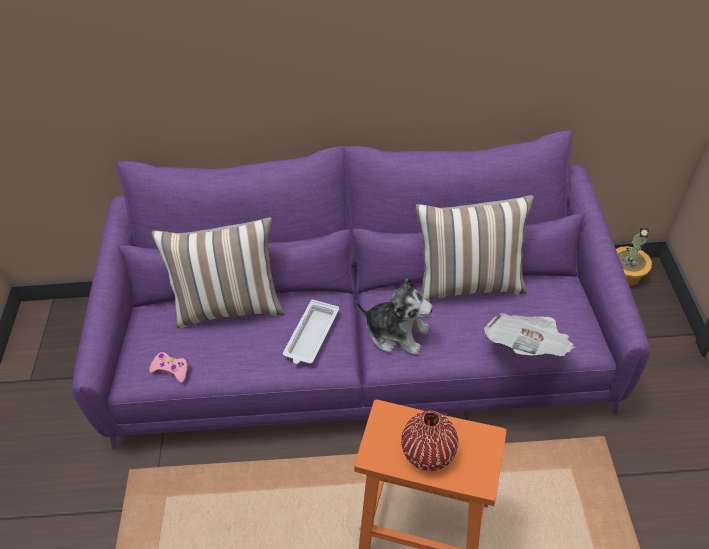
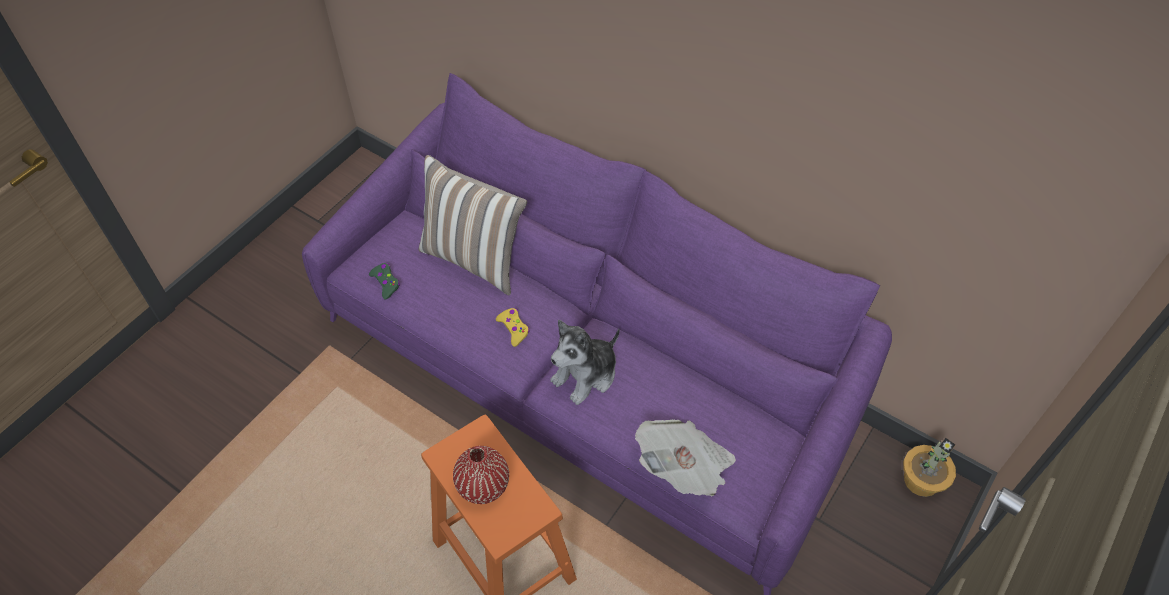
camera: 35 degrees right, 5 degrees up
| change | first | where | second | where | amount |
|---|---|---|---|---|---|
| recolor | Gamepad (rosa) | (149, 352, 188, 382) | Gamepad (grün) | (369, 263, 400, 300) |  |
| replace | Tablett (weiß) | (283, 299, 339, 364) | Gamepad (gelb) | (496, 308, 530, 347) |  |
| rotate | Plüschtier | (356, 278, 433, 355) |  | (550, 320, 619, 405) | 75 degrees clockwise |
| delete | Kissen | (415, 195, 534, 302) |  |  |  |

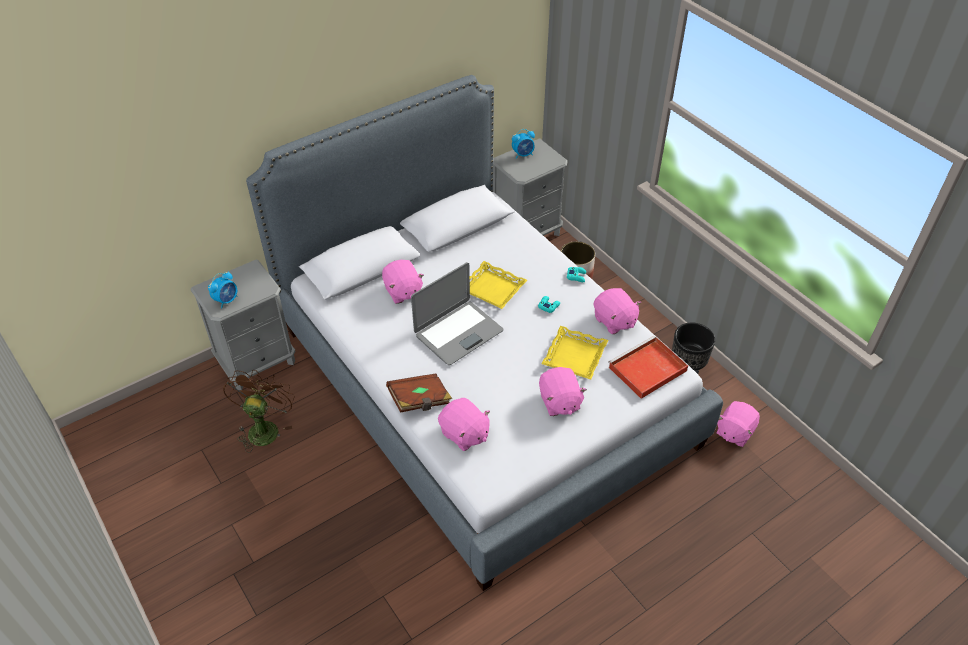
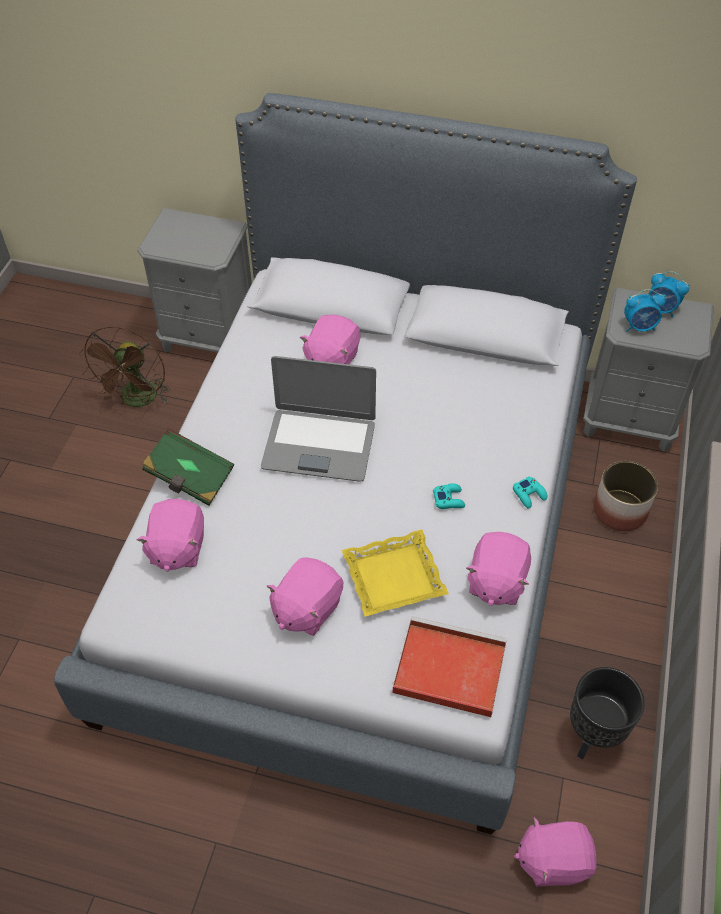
camera: 50 degrees right, 5 degrees up
| change | first | where | second | where | amount |
|---|---|---|---|---|---|
| rotate | Ventilator (braun) | (223, 370, 294, 453) |  | (79, 327, 170, 407) | 135 degrees clockwise |
| recolor | Buch (braun) | (386, 374, 452, 413) | Buch (grün) | (142, 428, 234, 506) |  |
| move | Wecker | (208, 271, 238, 309) |  | (624, 289, 666, 332) |  |
| delete | Tablett (gelb) | (470, 261, 527, 309) |  |  |  |

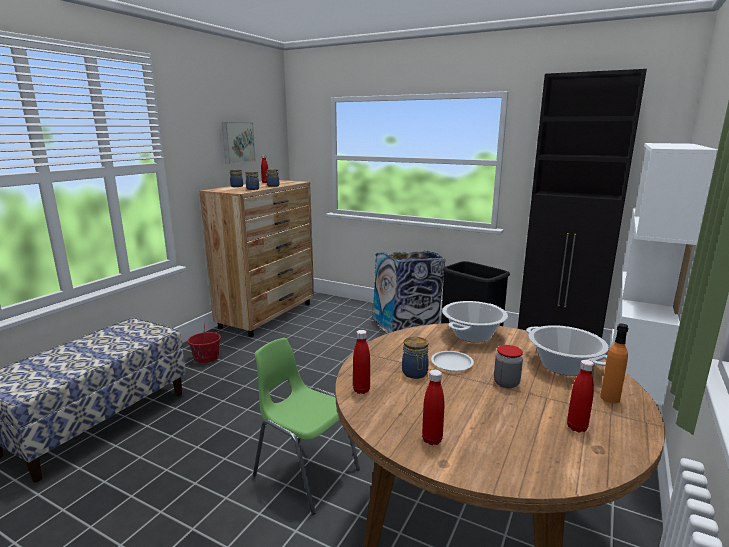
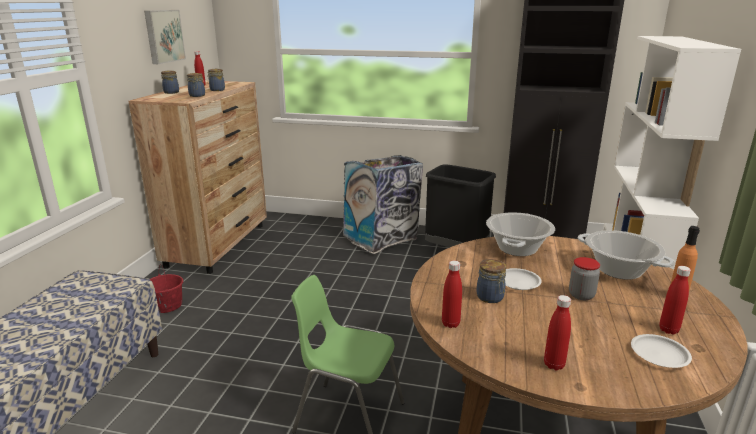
camera: 15 degrees left, 5 degrees up
| change | first | where | second | where | amount |
|---|---|---|---|---|---|
| insert |  |  | Teller (weiß) | (631, 334, 692, 368) |  |

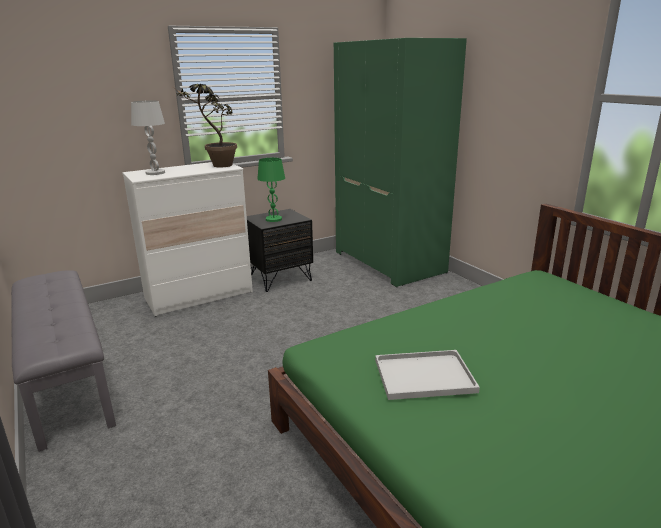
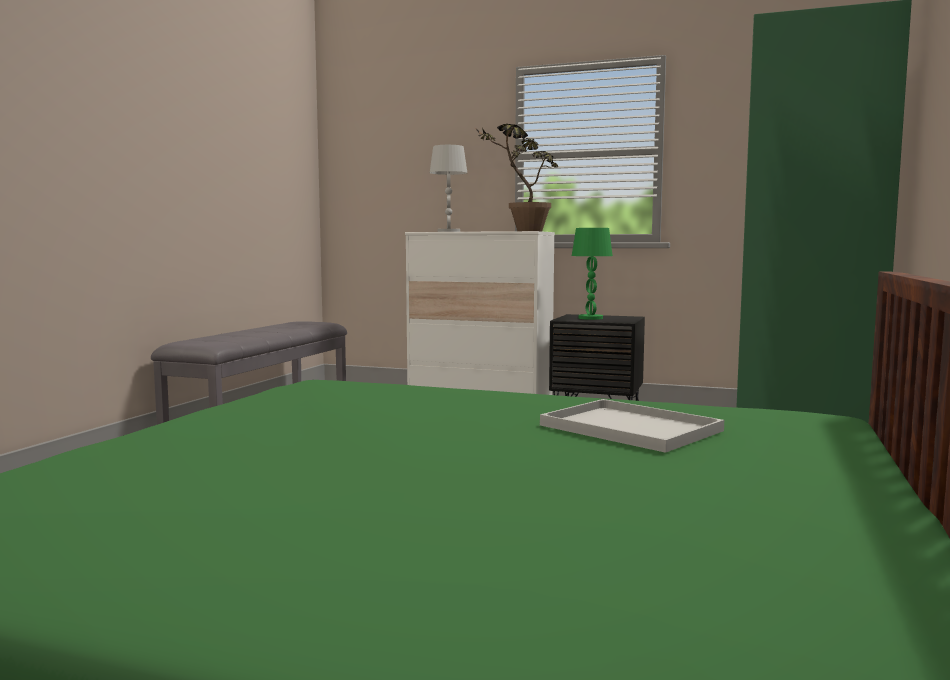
camera: 50 degrees right, 15 degrees down
| change | first | where | second | where | amount |
|---|---|---|---|---|---|
| move | Tablett (weiß) | (375, 350, 480, 400) |  | (540, 399, 724, 453) |  |

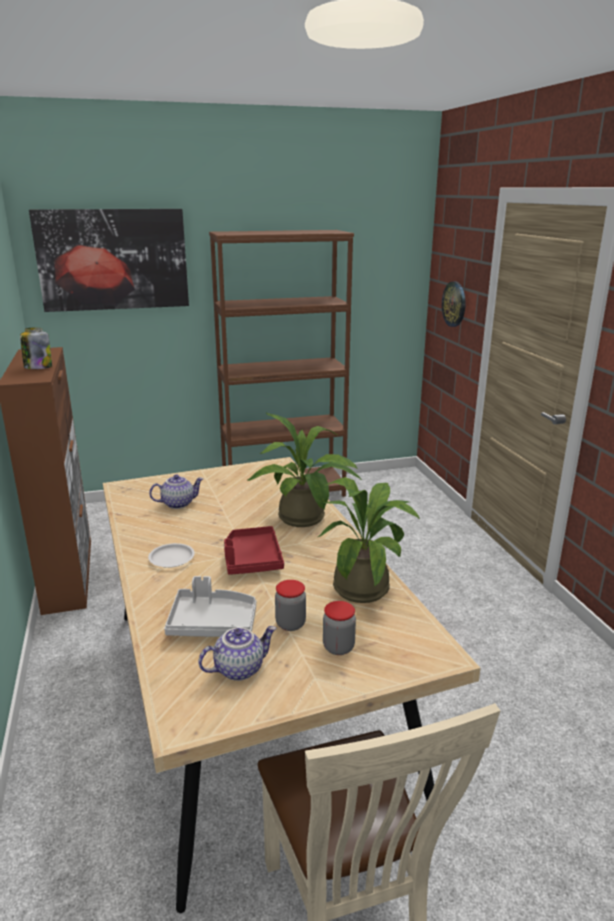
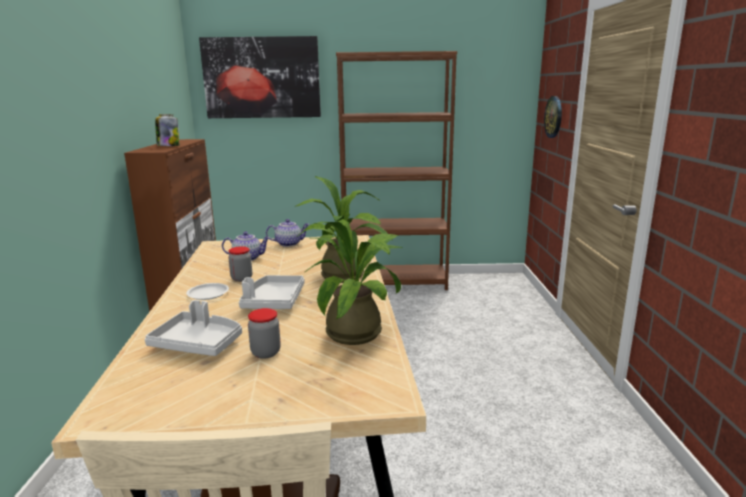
camera: 15 degrees right, 5 degrees down
| change | first | where | second | where | amount |
|---|---|---|---|---|---|
| move | Vorratsglas | (323, 601, 356, 655) |  | (228, 246, 252, 282) |  |
| recolor | Tablett (rot) | (224, 526, 284, 575) | Tablett (grau) | (239, 275, 304, 309) |  |
| move | Teekanne | (198, 626, 276, 681) |  | (266, 219, 310, 247) |  |

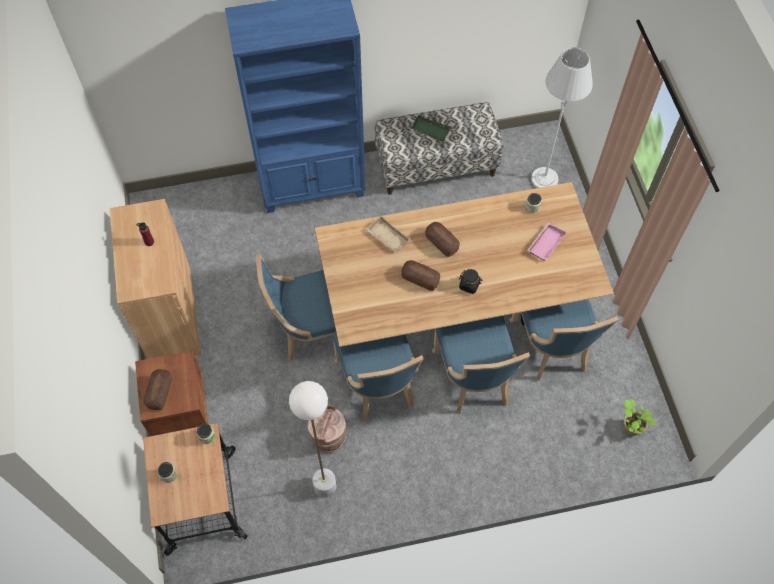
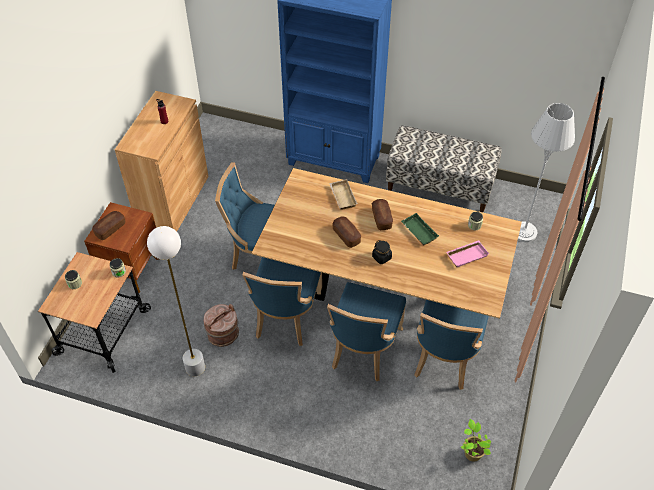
camera: 30 degrees right, 10 degrees down
| change | first | where | second | where | amount |
|---|---|---|---|---|---|
| move | Tablett (grün) | (410, 115, 451, 141) |  | (401, 213, 439, 245) |  |

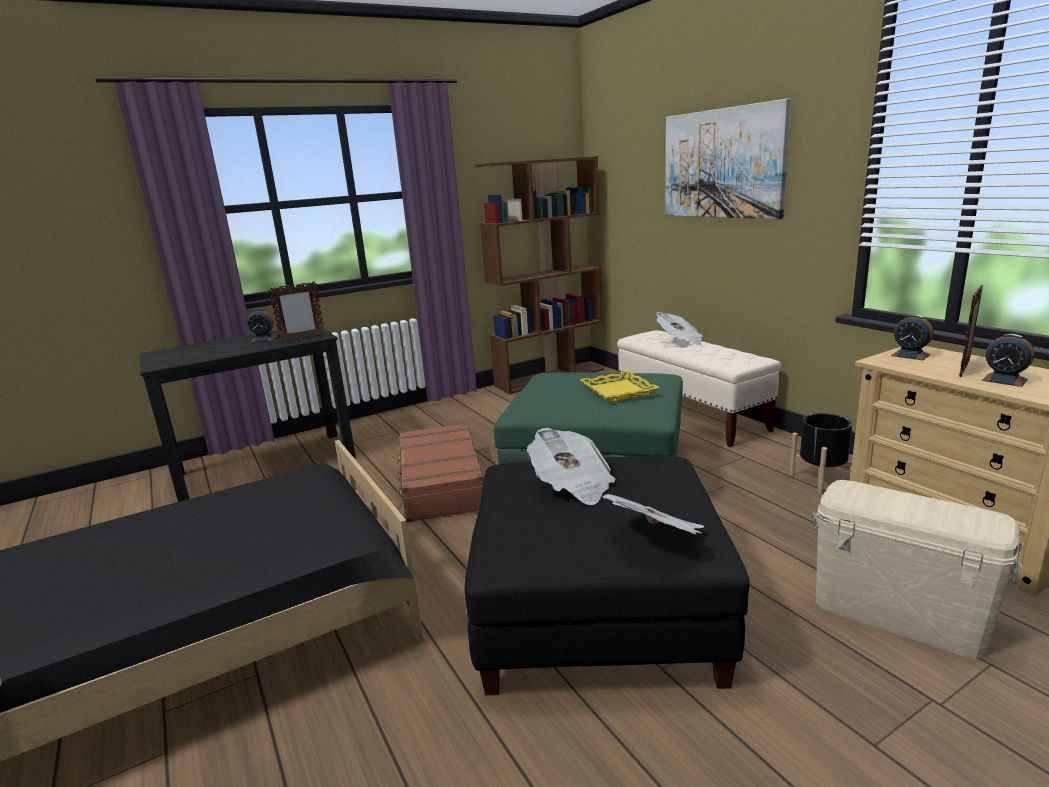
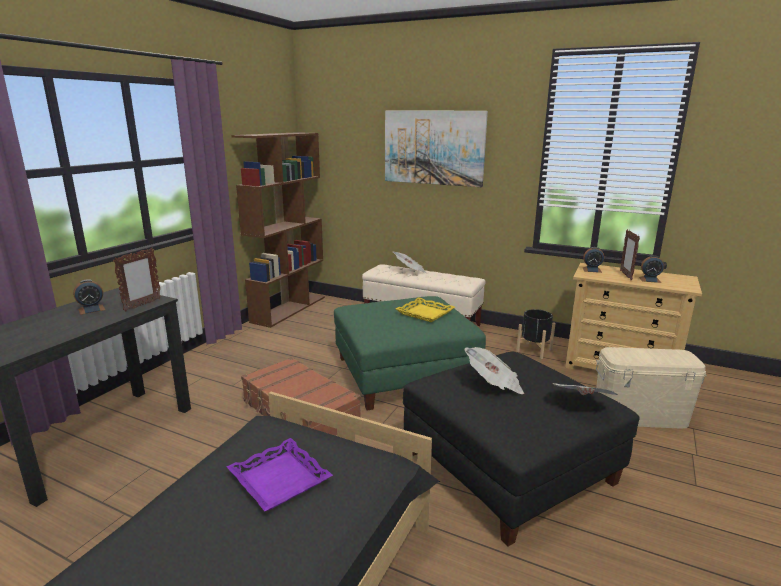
camera: 35 degrees left, 0 degrees up
| change | first | where | second | where | amount |
|---|---|---|---|---|---|
| insert |  |  | Tablett (lila) | (227, 438, 333, 511) |  |

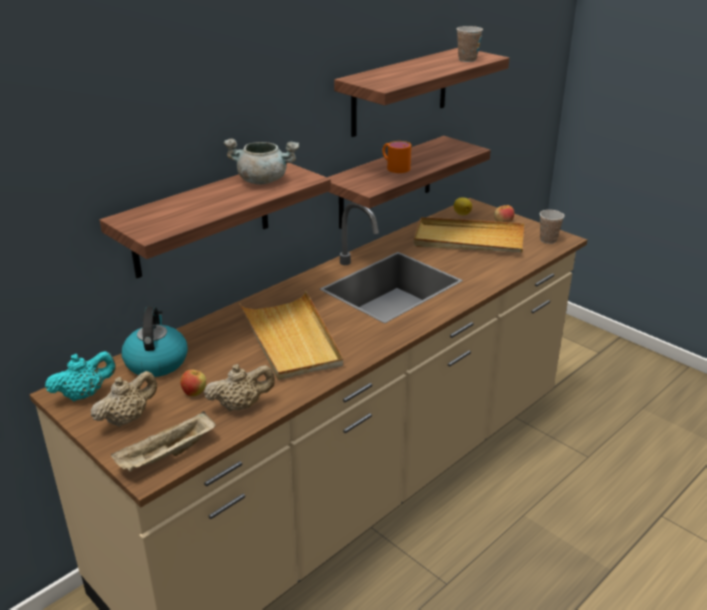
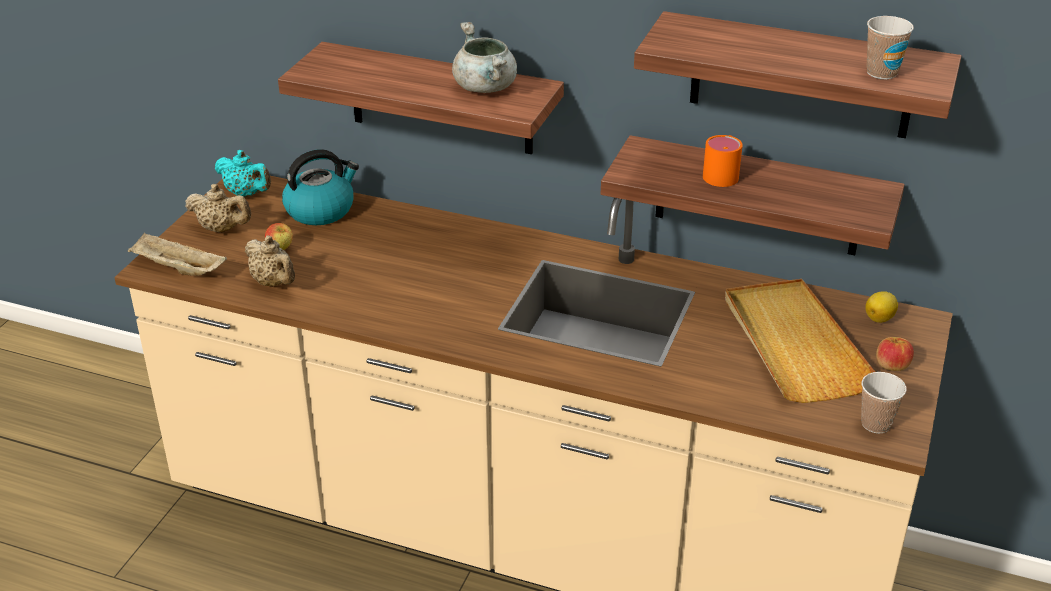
camera: 65 degrees right, 5 degrees up
| change | first | where | second | where | amount |
|---|---|---|---|---|---|
| delete | Tablett (beige) | (239, 291, 343, 380) |  |  |  |

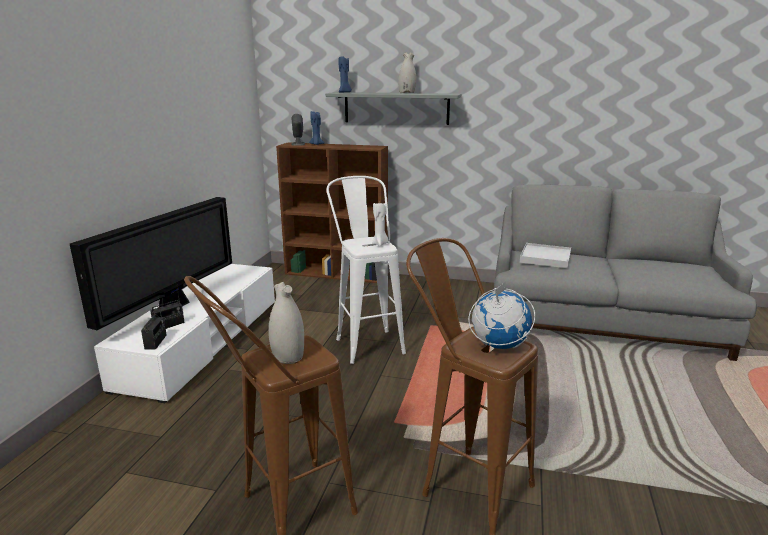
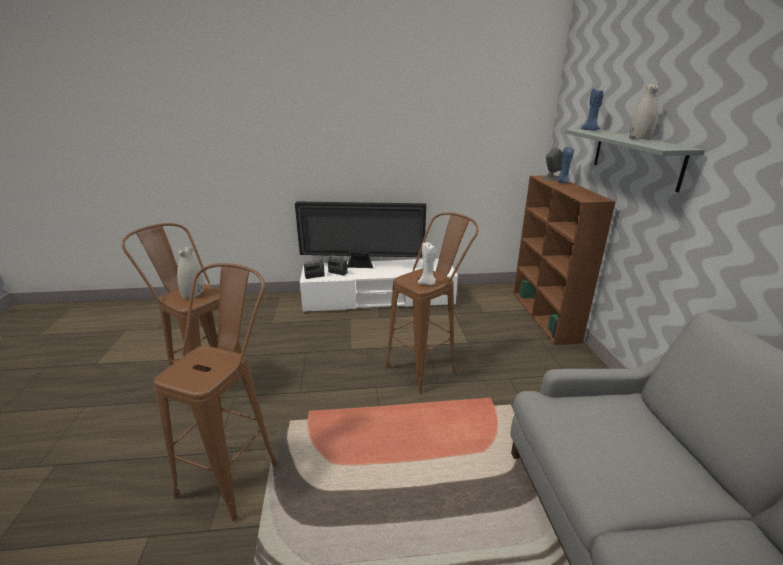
camera: 70 degrees right, 5 degrees up
| change | first | where | second | where | amount |
|---|---|---|---|---|---|
| recolor | Hocker (weiß) | (326, 176, 406, 364) | Hocker (braun) | (385, 212, 479, 393) |  |
| delete | Globus | (468, 282, 535, 349) |  |  |  |
| delete | Tablett (weiß) | (520, 243, 571, 268) |  |  |  |

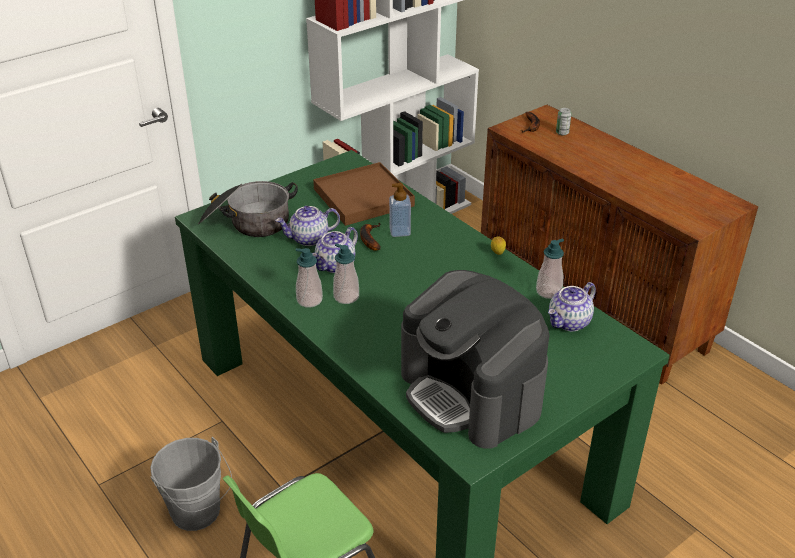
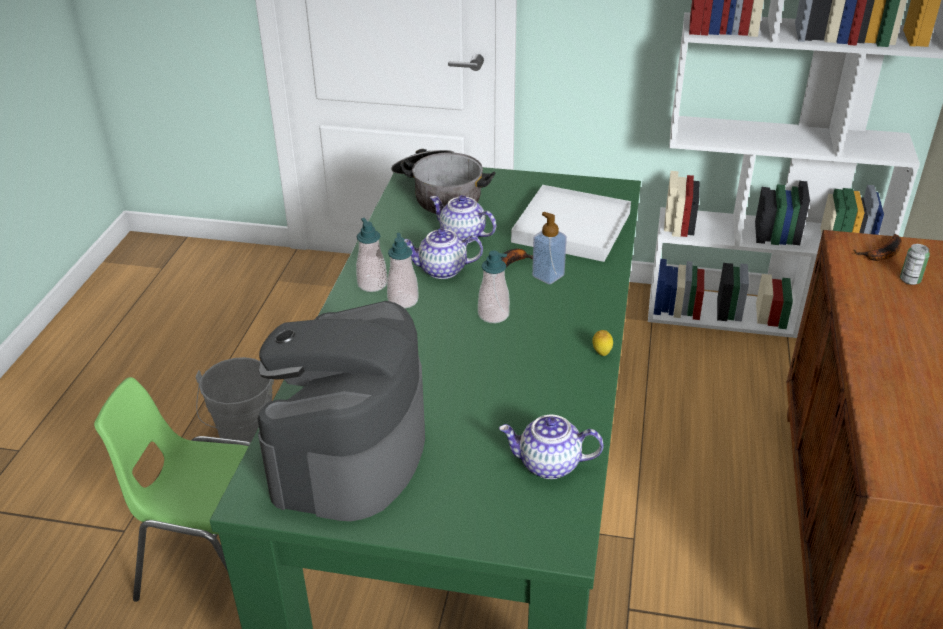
camera: 50 degrees right, 0 degrees up
| change | first | where | second | where | amount |
|---|---|---|---|---|---|
| move | Seifenspender | (536, 239, 564, 299) |  | (478, 250, 510, 323) |  |
| recolor | Tablett (braun) | (313, 162, 415, 226) | Tablett (weiß) | (511, 185, 631, 262) |  |

